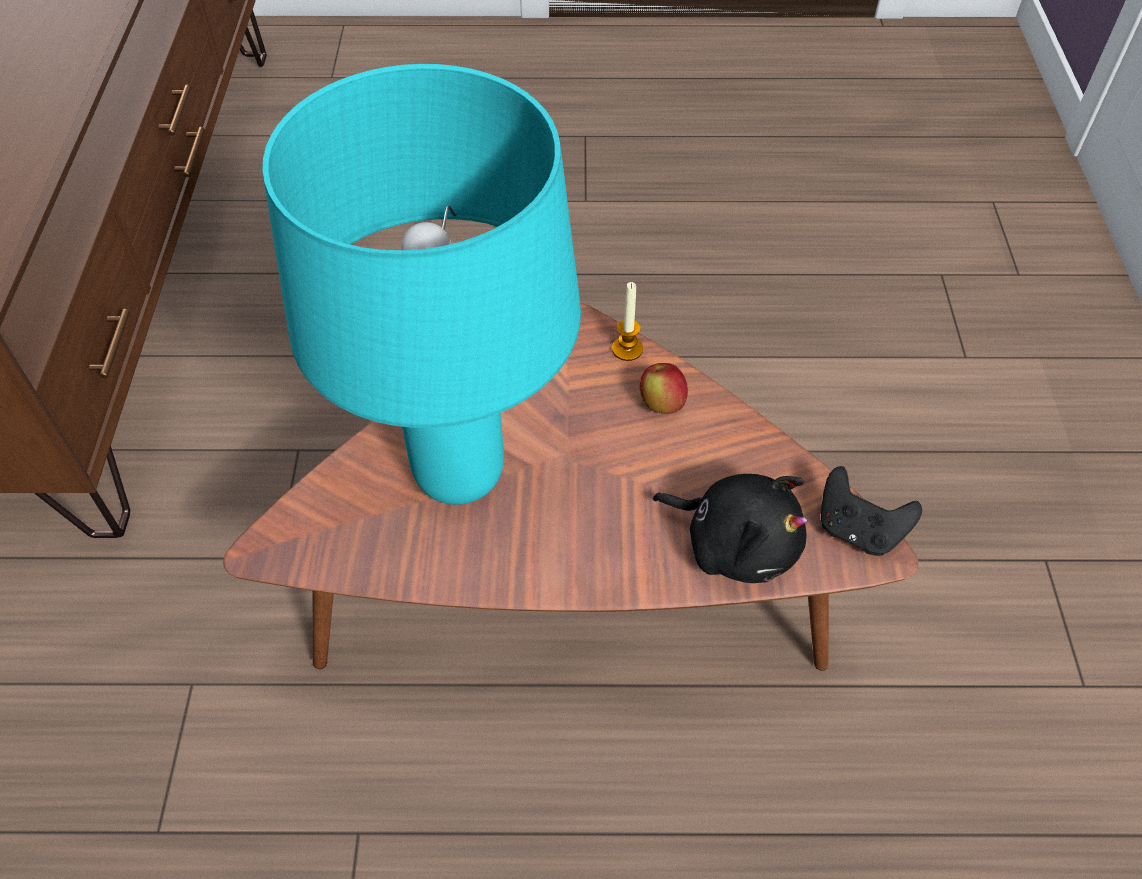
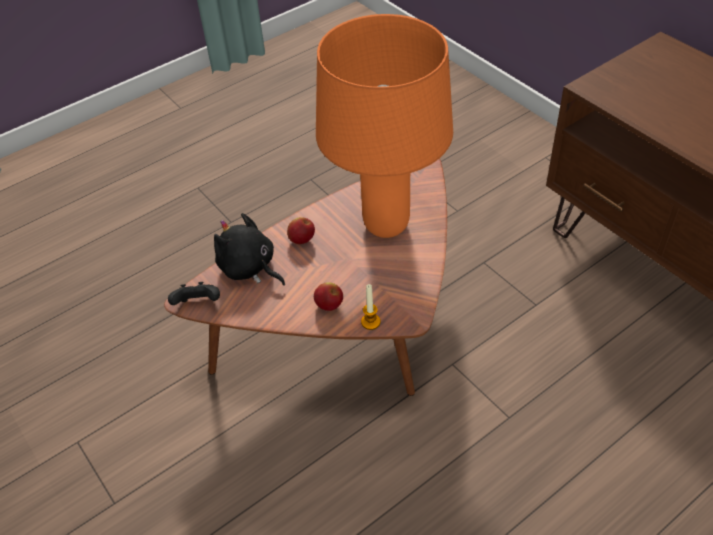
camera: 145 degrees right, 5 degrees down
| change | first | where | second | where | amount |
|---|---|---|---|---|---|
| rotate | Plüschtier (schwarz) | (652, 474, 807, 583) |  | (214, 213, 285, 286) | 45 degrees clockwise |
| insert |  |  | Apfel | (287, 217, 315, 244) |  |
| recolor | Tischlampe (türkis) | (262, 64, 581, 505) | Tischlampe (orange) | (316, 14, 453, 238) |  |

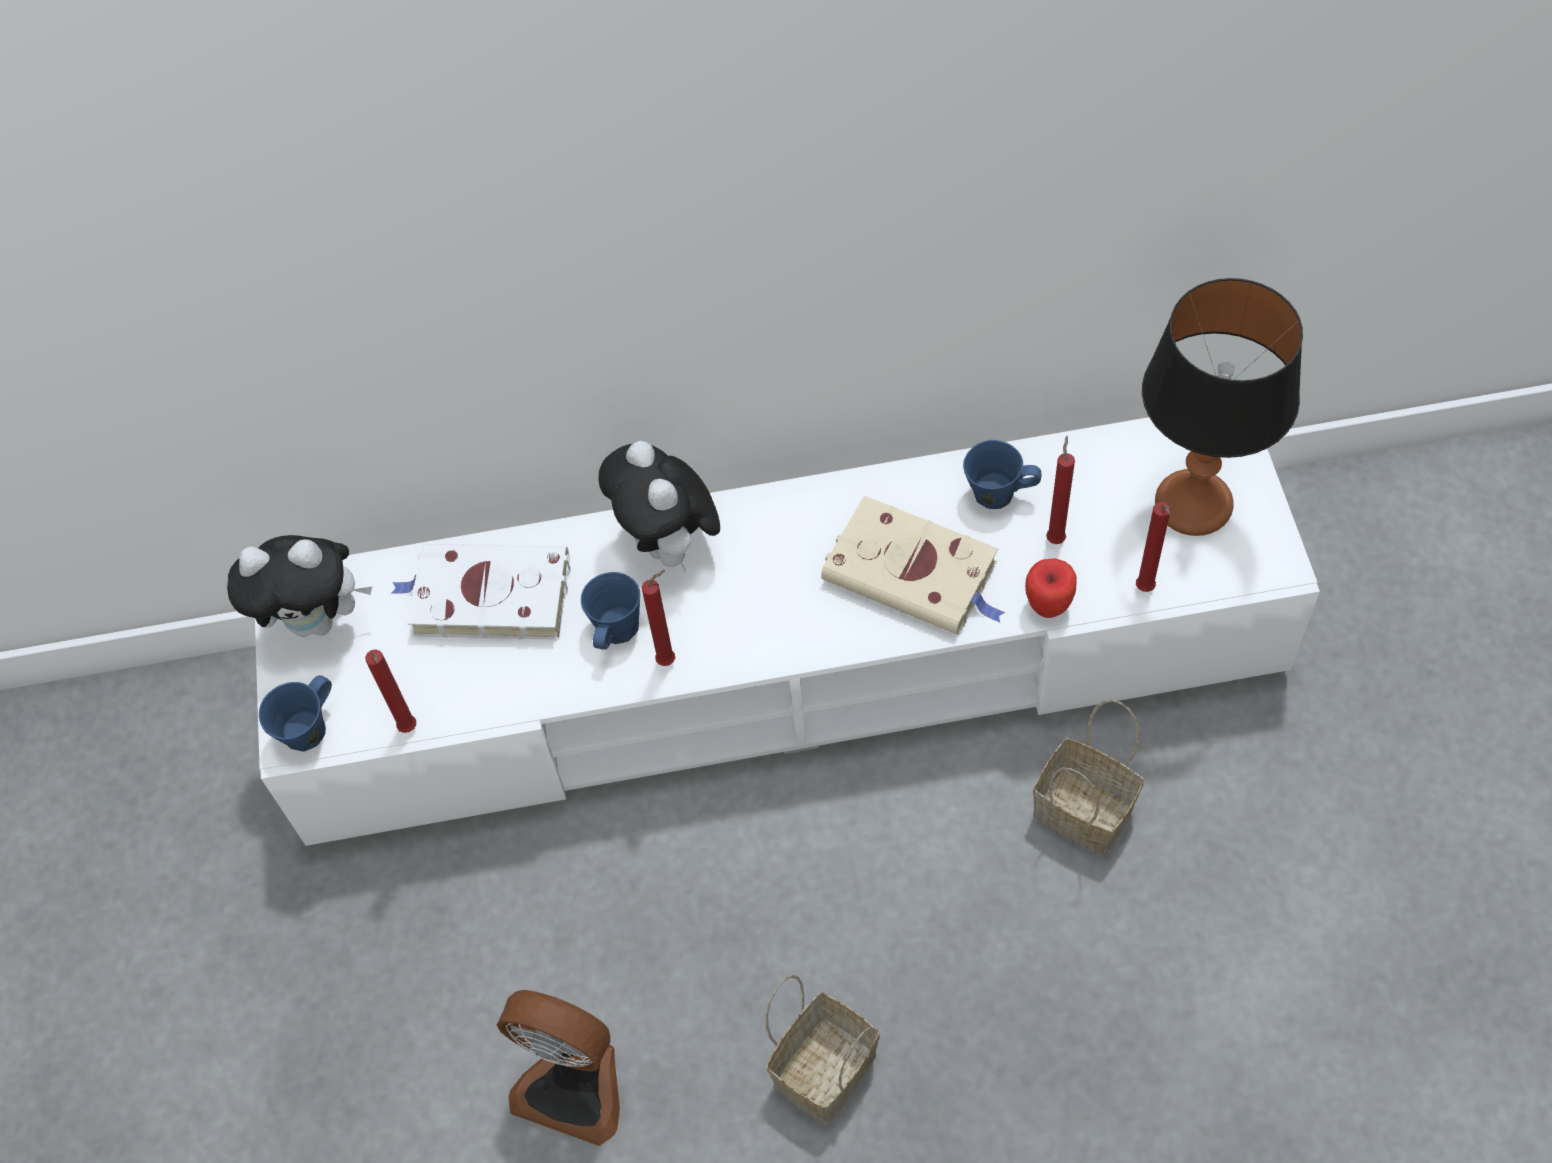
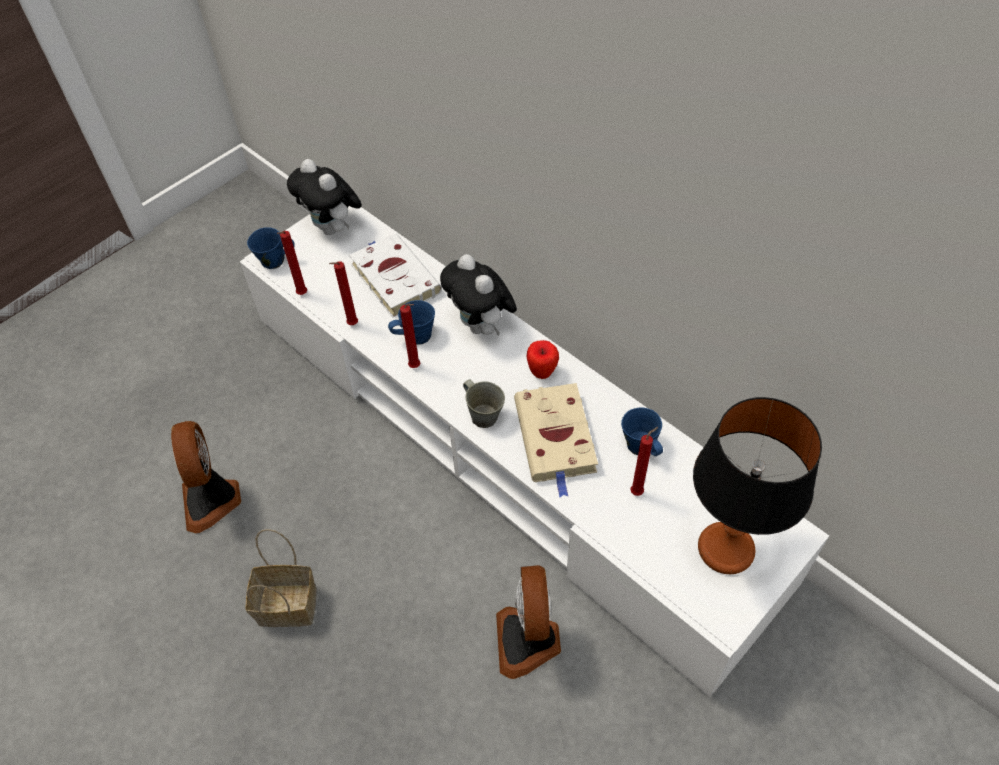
camera: 50 degrees right, 5 degrees down
| change | first | where | second | where | amount |
|---|---|---|---|---|---|
| move | Kerze (rot) | (1136, 502, 1171, 592) |  | (329, 261, 358, 325) |  |
| rotate | Plüschtier | (599, 441, 720, 572) |  | (440, 254, 517, 336) | 60 degrees counterclockwise |
| insert |  |  | Henkelbecher (grau) | (463, 379, 505, 428) |  |
| replace | Korb | (1033, 700, 1144, 855) | Ventilator | (496, 565, 561, 679) |  |
| move | Apfel | (1025, 558, 1077, 618) |  | (527, 340, 559, 379) |  |

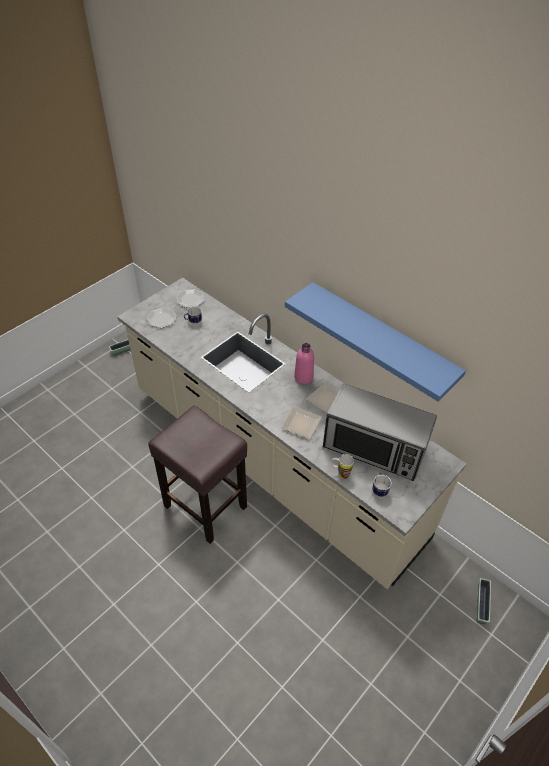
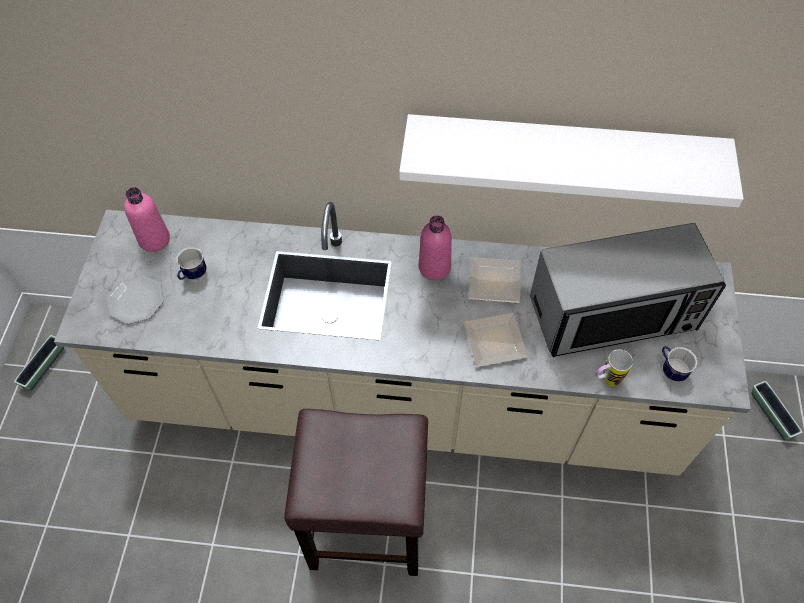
camera: 35 degrees left, 10 degrees up
| change | first | where | second | where | amount |
|---|---|---|---|---|---|
| replace | Teller | (176, 289, 205, 308) | Flasche (rosa) | (124, 187, 170, 252) |  |
| recolor | Wandregal (blau) | (285, 282, 466, 402) | Wandregal (weiß) | (399, 114, 743, 207) |  |

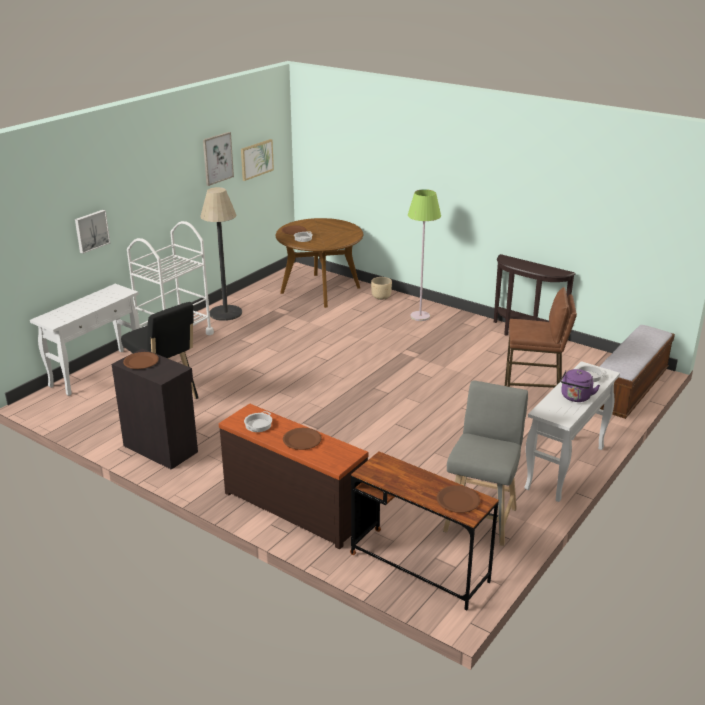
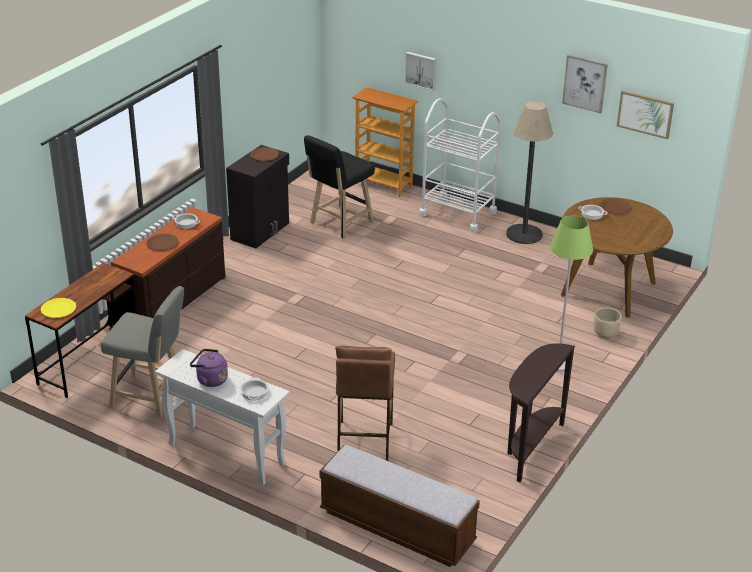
camera: 85 degrees right, 5 degrees up
| change | first | where | second | where | amount |
|---|---|---|---|---|---|
| recolor | Teller (braun) | (437, 485, 480, 513) | Teller (gelb) | (41, 298, 76, 318) |  |
| replace | Konsolentisch (weiß) | (30, 284, 139, 396) | Bücherregal | (352, 87, 419, 197) |  |

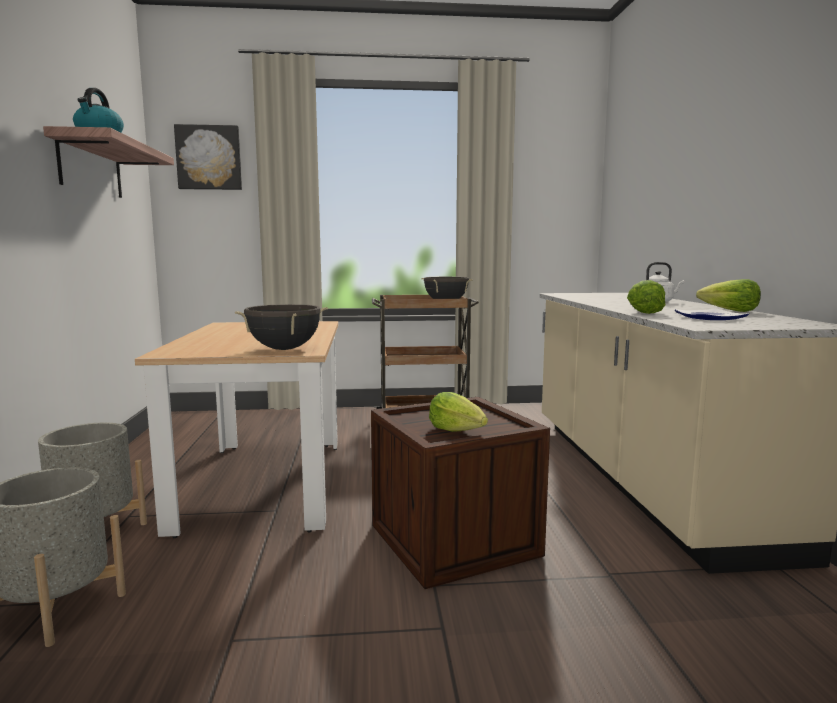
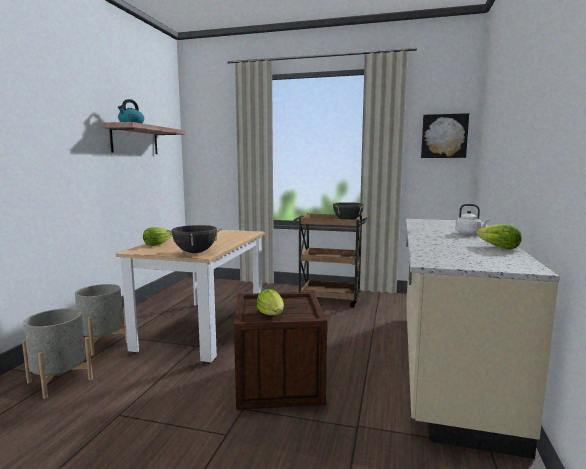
camera: 20 degrees right, 0 degrees up
| change | first | where | second | where | amount |
|---|---|---|---|---|---|
| move | Salatkopf | (627, 280, 665, 314) |  | (143, 227, 172, 246) |  |
| move | Bild | (174, 124, 242, 190) |  | (421, 113, 469, 158) |  |
| delete | Teller | (675, 309, 749, 320) |  |  |  |

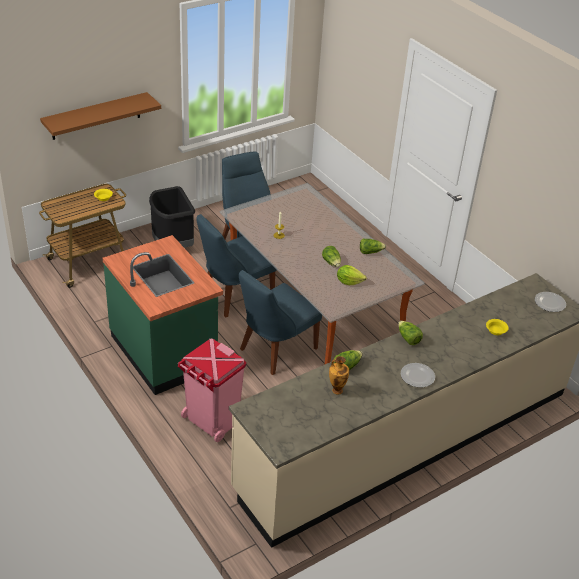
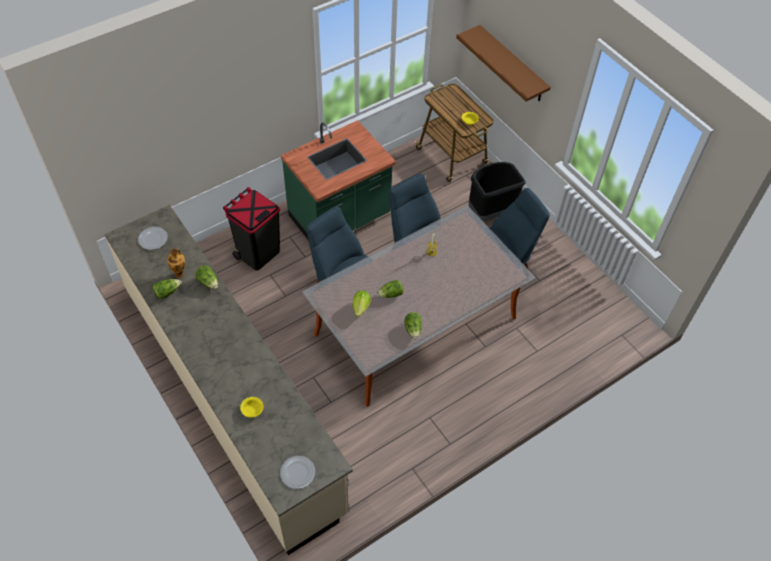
camera: 90 degrees right, 15 degrees up
| change | first | where | second | where | amount |
|---|---|---|---|---|---|
| move | Teller | (401, 363, 435, 388) |  | (138, 227, 168, 250) |  |
| move | Salatkopf | (398, 321, 423, 345) |  | (153, 279, 182, 299) |  |
| recolor | Mülleimer (rosa) | (178, 338, 246, 442) | Mülleimer (schwarz) | (223, 187, 280, 271) |  |

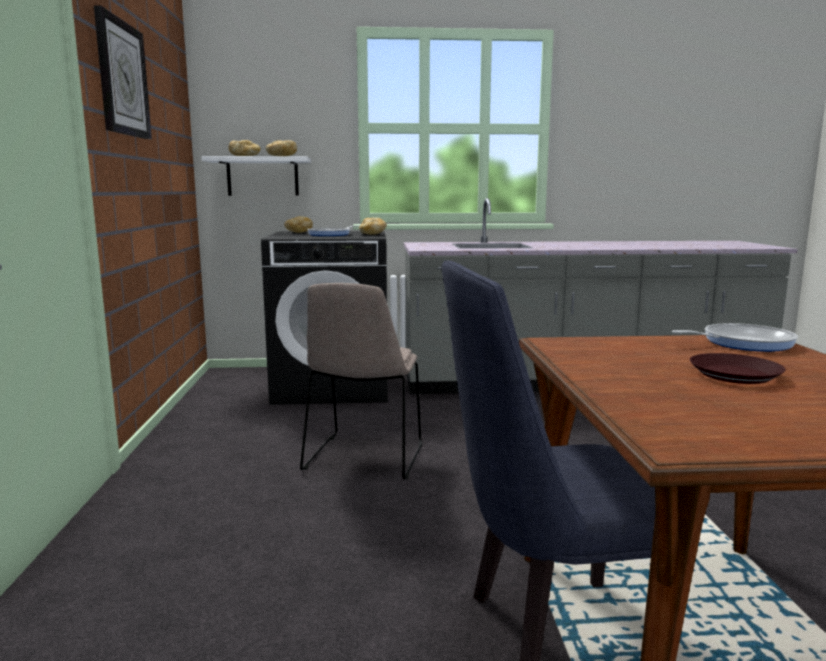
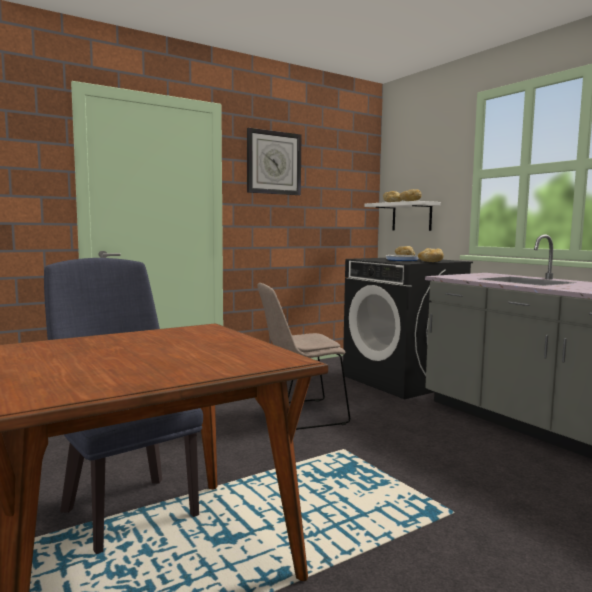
camera: 60 degrees right, 5 degrees down
| change | first | where | second | where | amount |
|---|---|---|---|---|---|
| delete | Pfanne | (671, 323, 798, 352) |  |  |  |
| delete | Teller (braun) | (690, 353, 786, 384) |  |  |  |

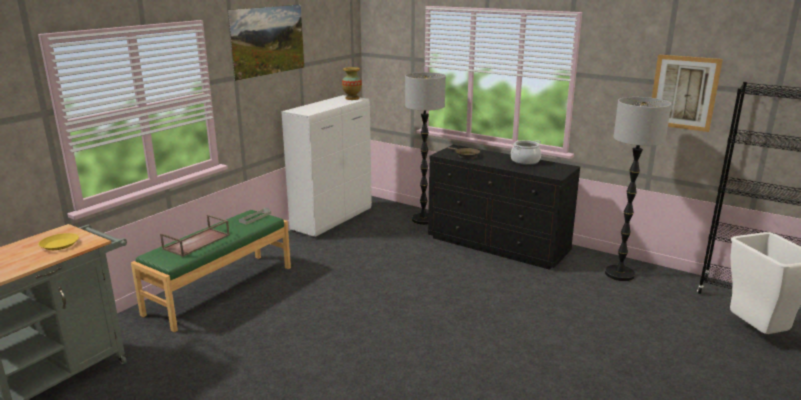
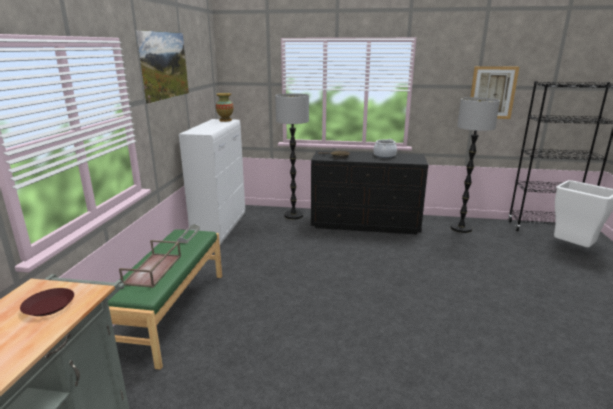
camera: 25 degrees left, 0 degrees up
| change | first | where | second | where | amount |
|---|---|---|---|---|---|
| recolor | Teller (gelb) | (39, 233, 79, 250) | Teller (braun) | (20, 288, 74, 316) |  |

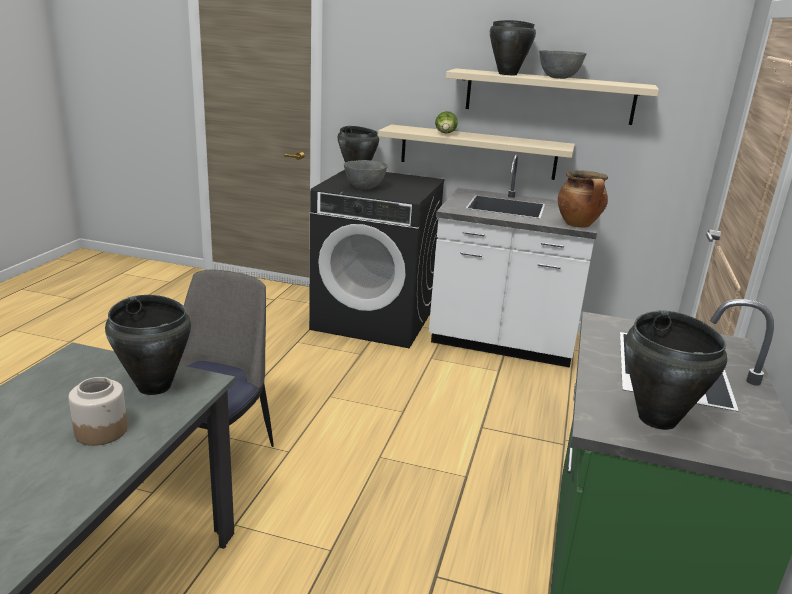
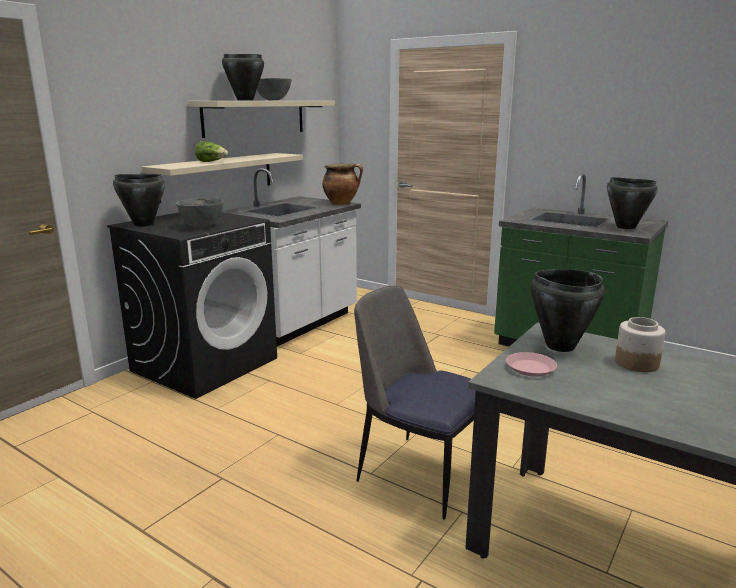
camera: 70 degrees left, 5 degrees down
| change | first | where | second | where | amount |
|---|---|---|---|---|---|
| insert |  |  | Teller (rosa) | (506, 352, 557, 377) |  |

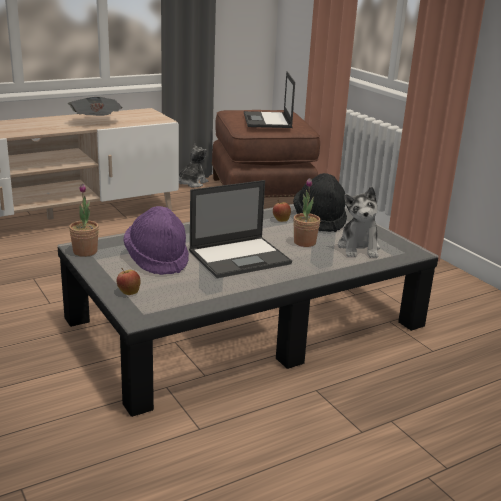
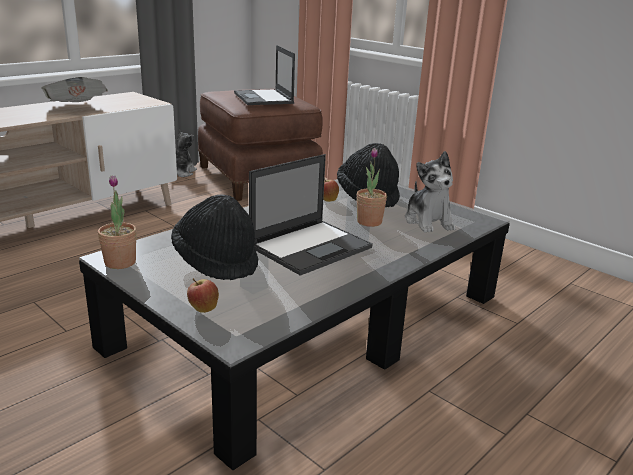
camera: 15 degrees left, 0 degrees up
| change | first | where | second | where | amount |
|---|---|---|---|---|---|
| recolor | Hut (lila) | (124, 206, 189, 275) | Hut (schwarz) | (171, 194, 258, 280) |  |

